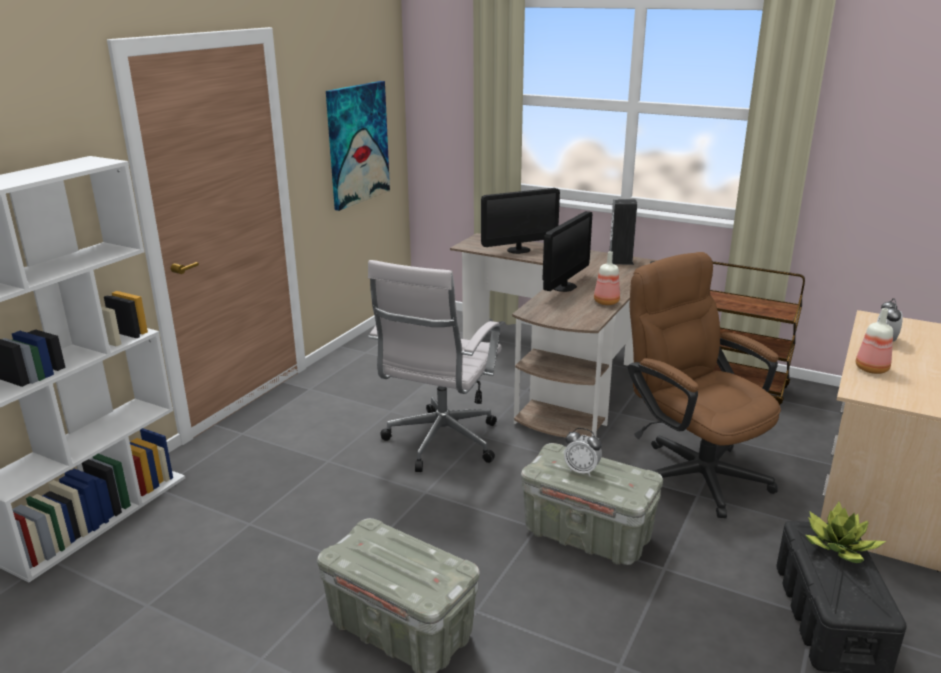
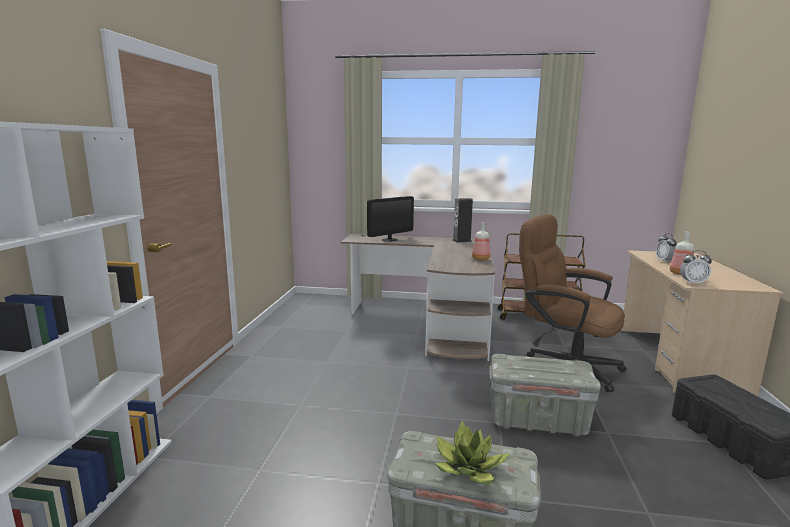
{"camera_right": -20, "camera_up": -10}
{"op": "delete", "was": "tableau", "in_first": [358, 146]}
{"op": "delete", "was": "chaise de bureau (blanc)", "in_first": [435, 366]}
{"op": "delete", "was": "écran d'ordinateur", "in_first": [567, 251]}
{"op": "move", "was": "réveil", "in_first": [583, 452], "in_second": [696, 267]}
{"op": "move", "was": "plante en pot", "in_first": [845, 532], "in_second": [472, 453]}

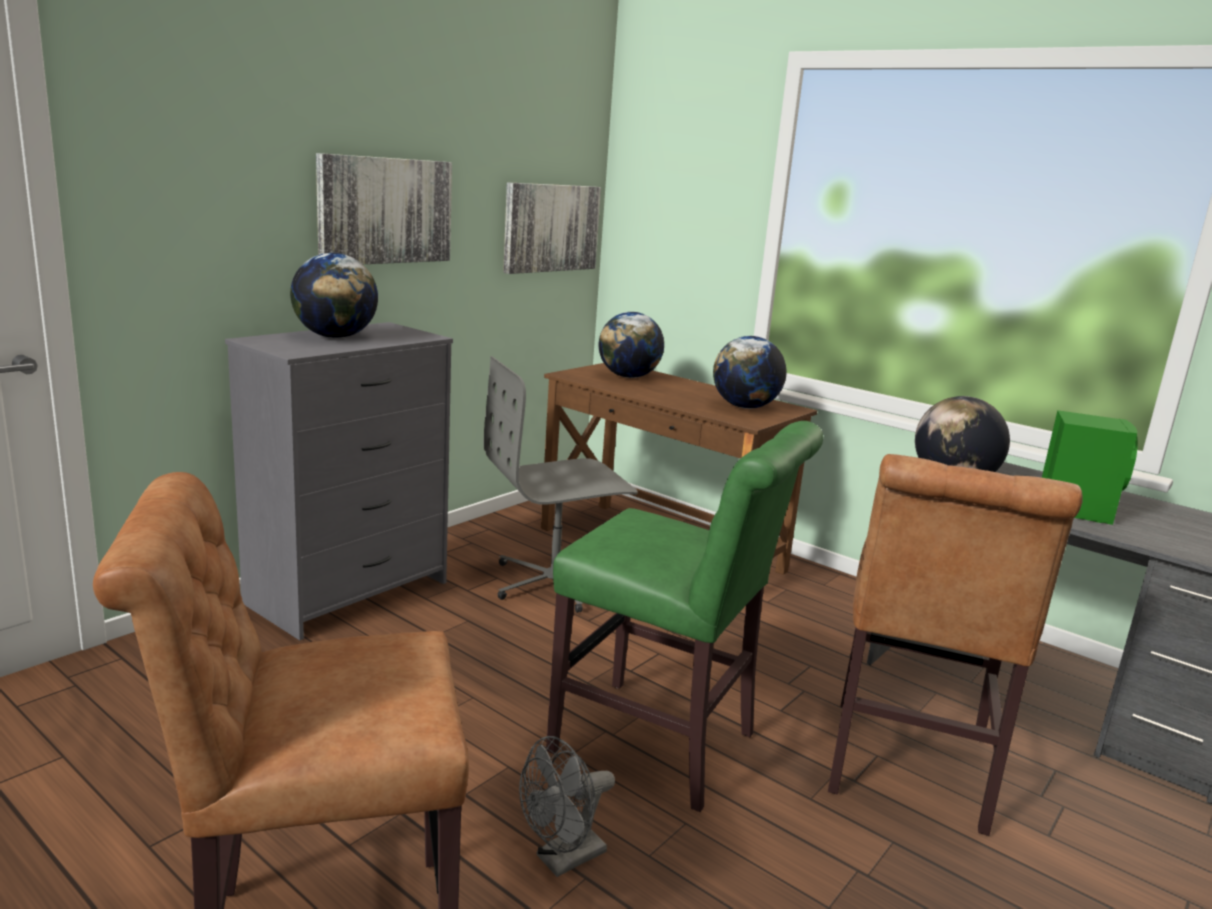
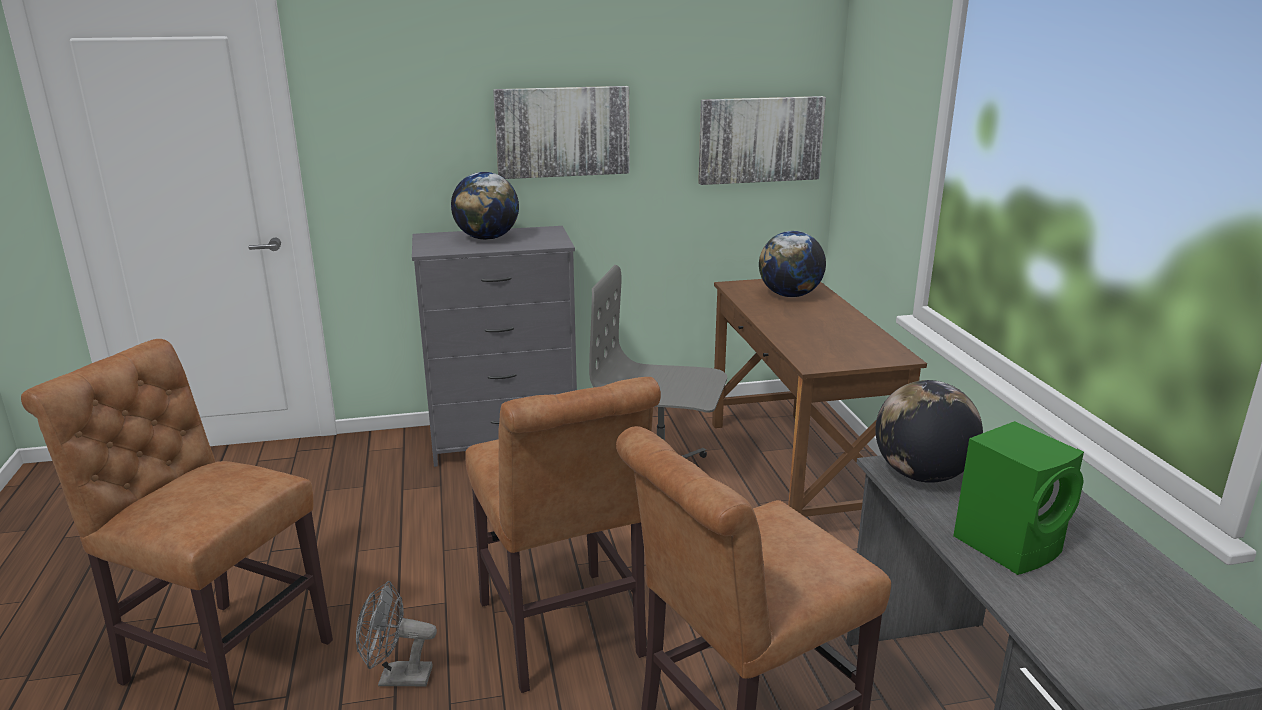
{"camera_right": 40, "camera_up": 5}
{"op": "delete", "was": "globe", "in_first": [750, 372]}
{"op": "recolor", "was": "chaise (vert)", "now": "chaise (marron)", "in_first": [684, 616], "in_second": [563, 535]}

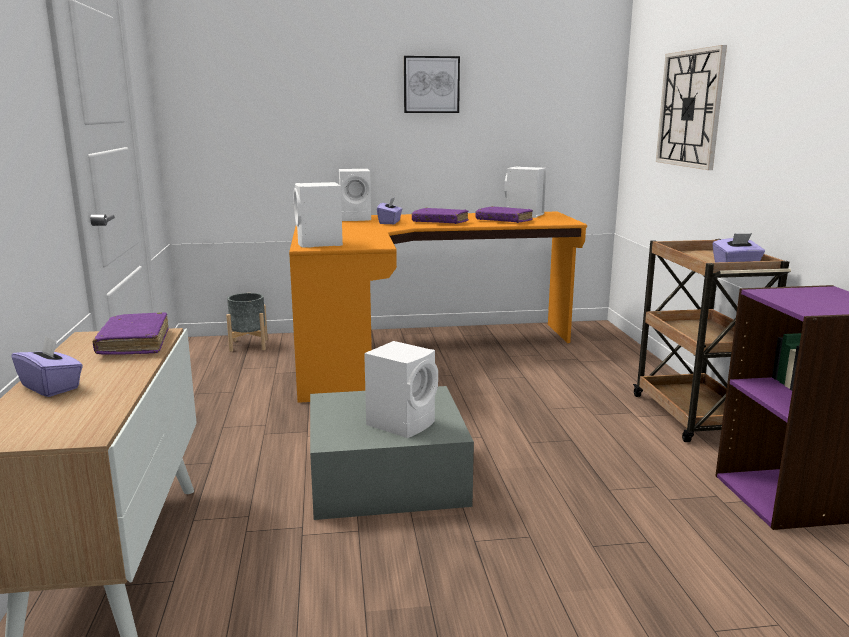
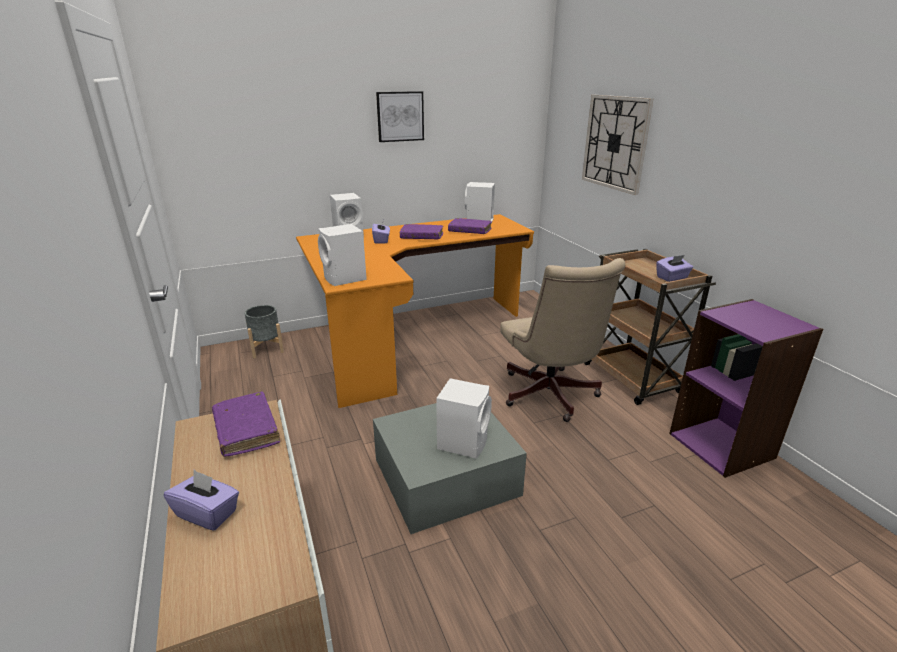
{"camera_right": -15, "camera_up": 10}
{"op": "insert", "now": "chaise de bureau (beige)", "in_second": [562, 340]}

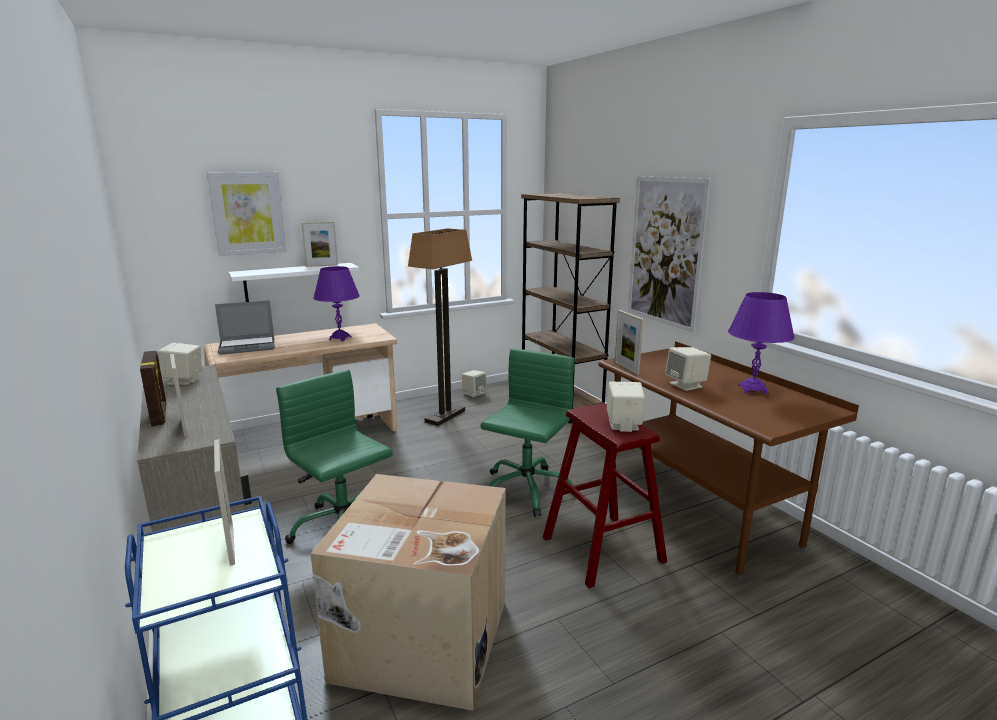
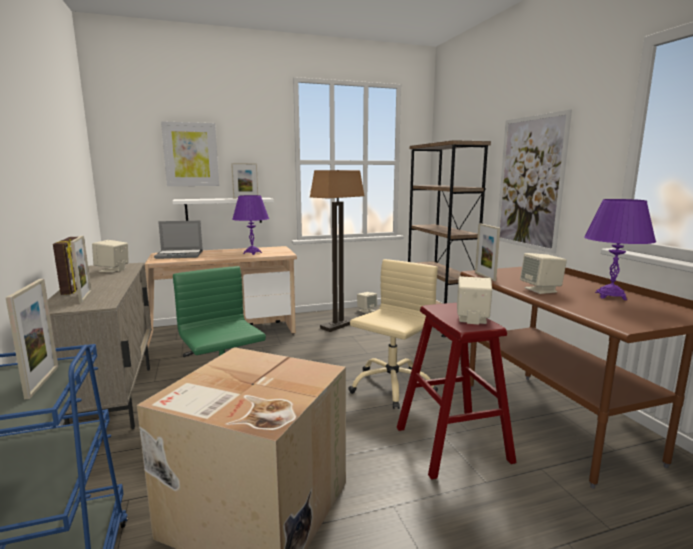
{"camera_right": 10, "camera_up": -5}
{"op": "recolor", "was": "chaise de bureau (vert)", "now": "chaise de bureau (beige)", "in_first": [527, 432], "in_second": [393, 334]}

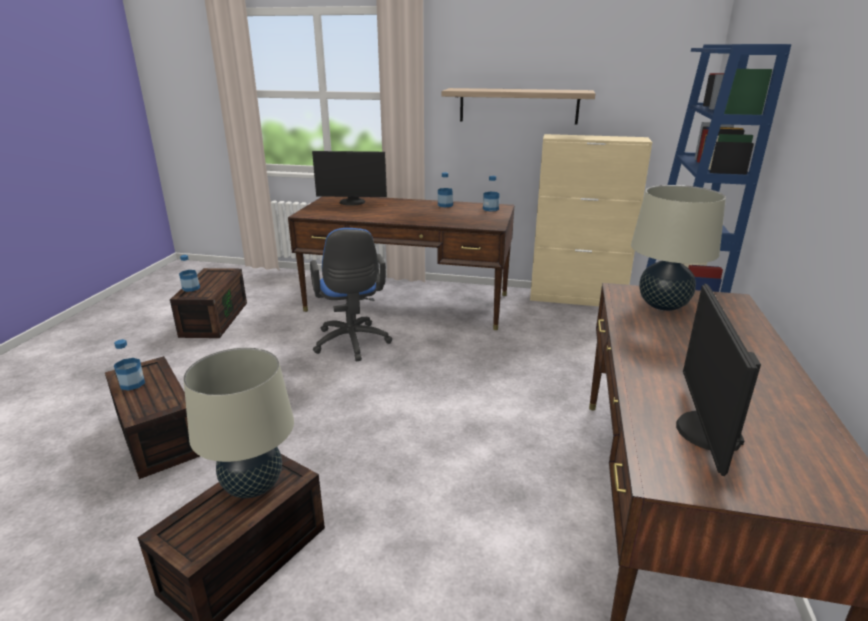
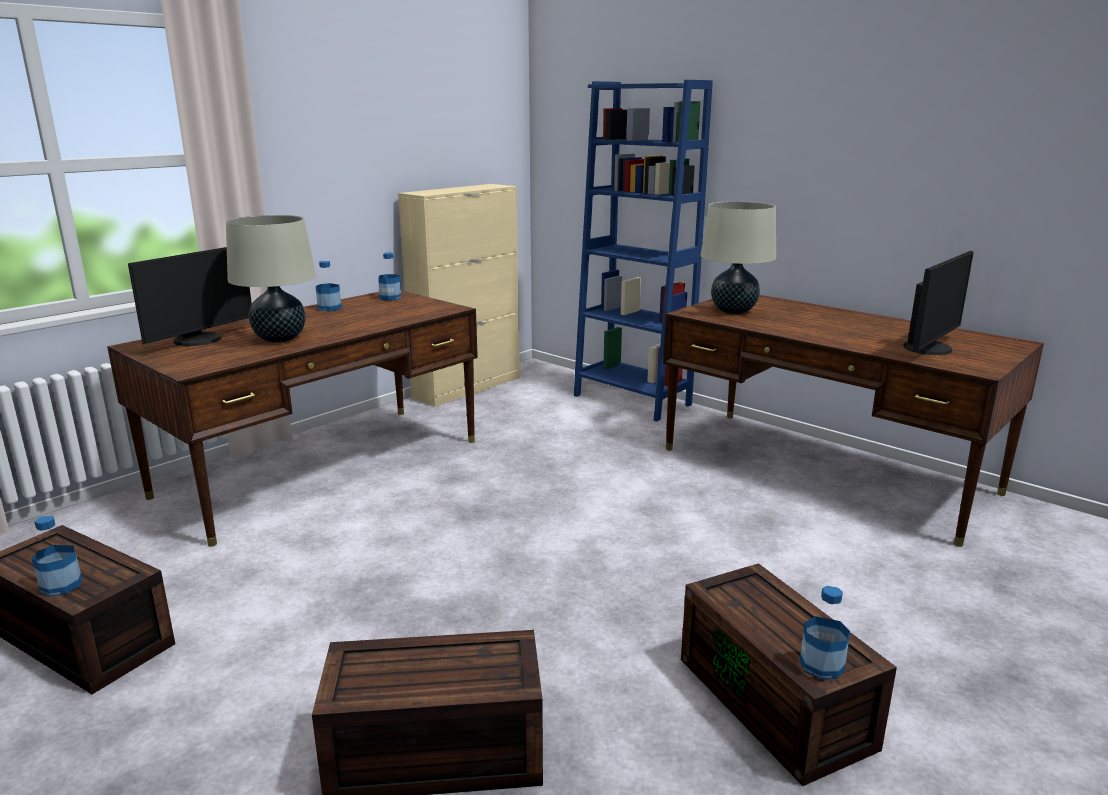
{"camera_right": -60, "camera_up": -5}
{"op": "delete", "was": "chaise de bureau (bleu)", "in_first": [351, 294]}
{"op": "delete", "was": "étagère", "in_first": [518, 106]}
{"op": "move", "was": "bouteille", "in_first": [129, 365], "in_second": [824, 632]}
{"op": "move", "was": "lampe de table (beige)", "in_first": [238, 423], "in_second": [271, 279]}
{"op": "rotate", "was": "écran d'ordinateur", "in_first": [718, 380], "in_second": [938, 303], "clockwise": -90}

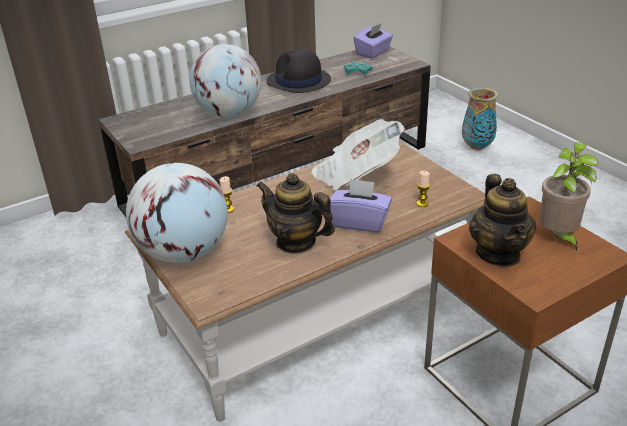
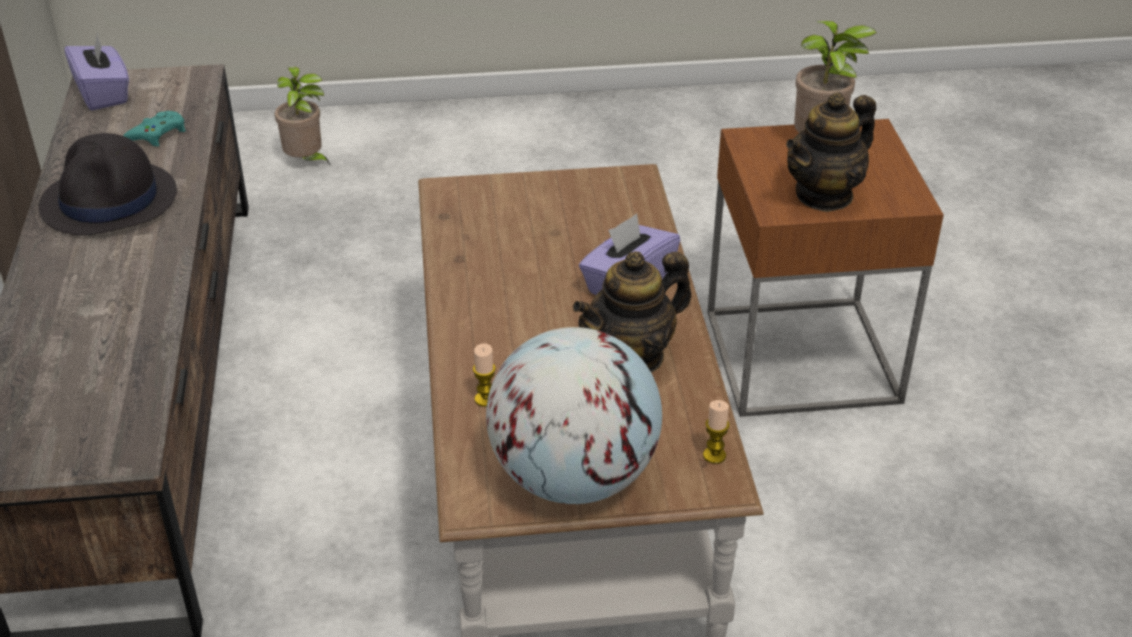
{"camera_right": -65, "camera_up": 5}
{"op": "delete", "was": "globe", "in_first": [225, 80]}
{"op": "delete", "was": "journal", "in_first": [358, 154]}
{"op": "move", "was": "bougie", "in_first": [423, 189], "in_second": [716, 432]}
{"op": "replace", "was": "vase", "now": "plante en pot", "in_first": [480, 118], "in_second": [302, 115]}
{"op": "rotate", "was": "théière", "in_first": [502, 220], "in_second": [831, 152], "clockwise": 120}

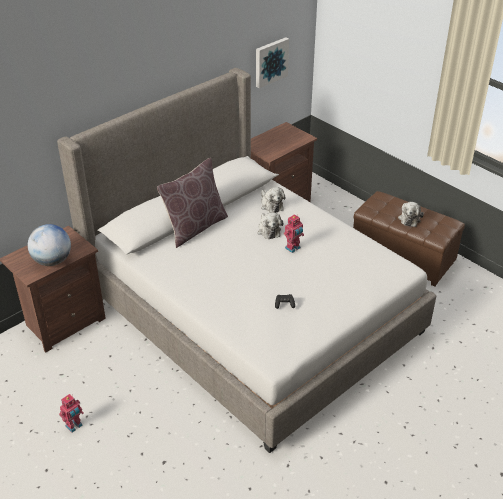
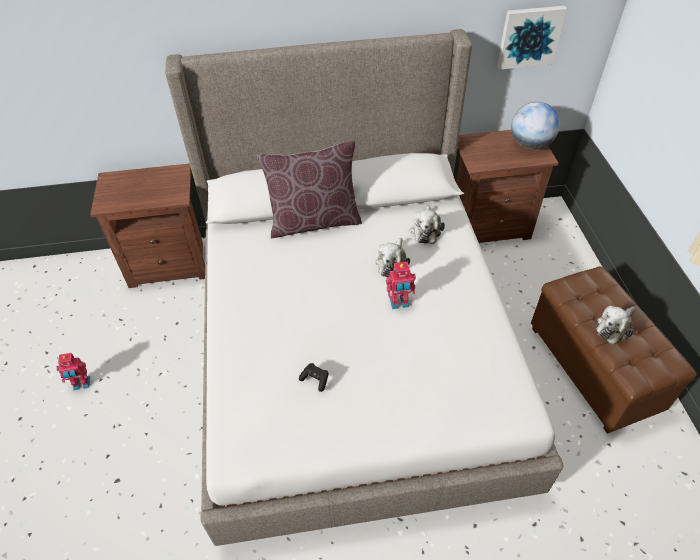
{"camera_right": 35, "camera_up": 10}
{"op": "move", "was": "globe", "in_first": [49, 245], "in_second": [535, 126]}

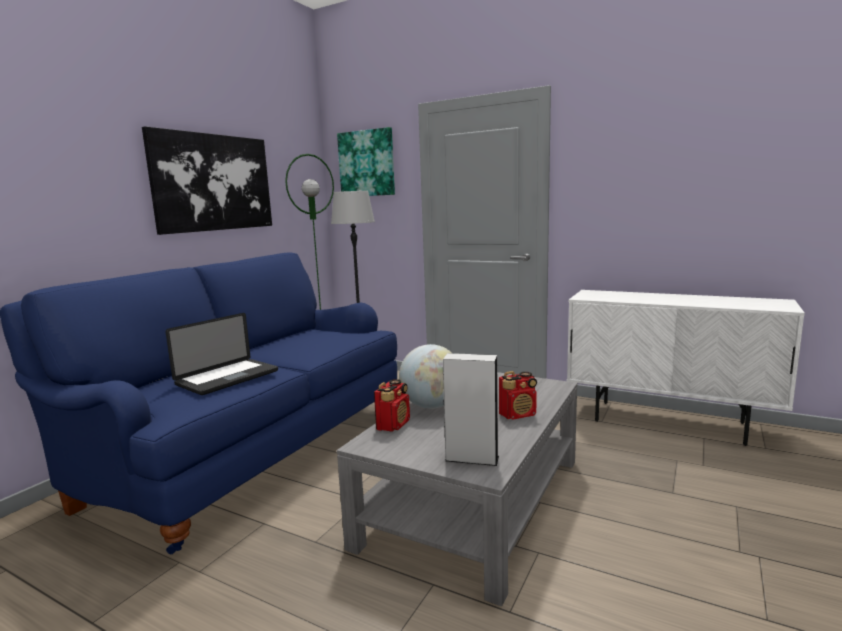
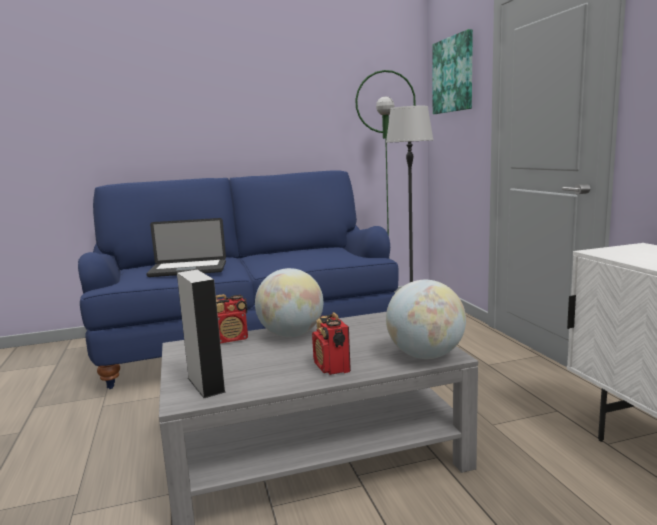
{"camera_right": 45, "camera_up": 0}
{"op": "delete", "was": "tableau", "in_first": [207, 180]}
{"op": "insert", "now": "globe", "in_second": [426, 319]}
{"op": "rotate", "was": "radio", "in_first": [518, 395], "in_second": [331, 343], "clockwise": 45}

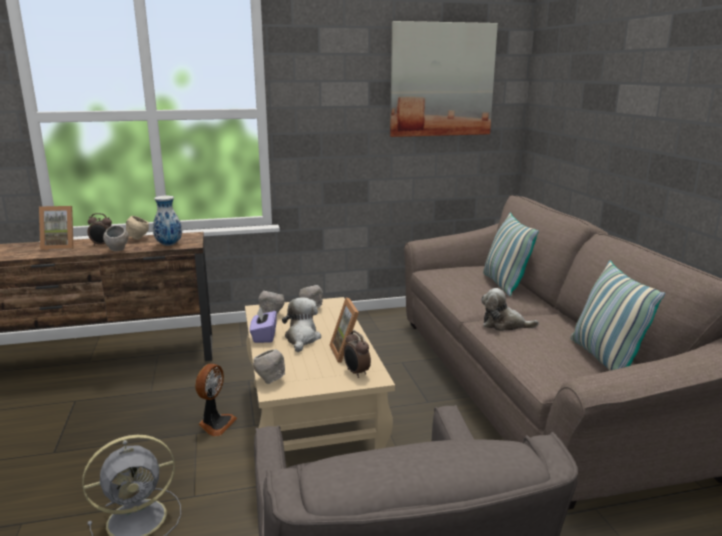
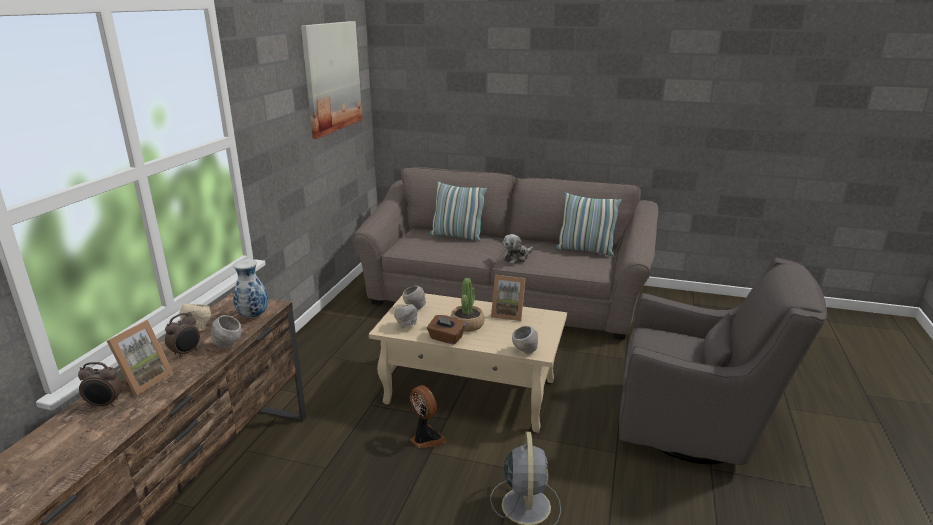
{"camera_right": -60, "camera_up": 5}
{"op": "move", "was": "réveil", "in_first": [357, 354], "in_second": [100, 385]}
{"op": "replace", "was": "peluche", "now": "plante en pot", "in_first": [301, 324], "in_second": [467, 305]}
{"op": "recolor", "was": "boîte à mouchoirs (violet)", "now": "boîte à mouchoirs (marron)", "in_first": [263, 325], "in_second": [446, 330]}

